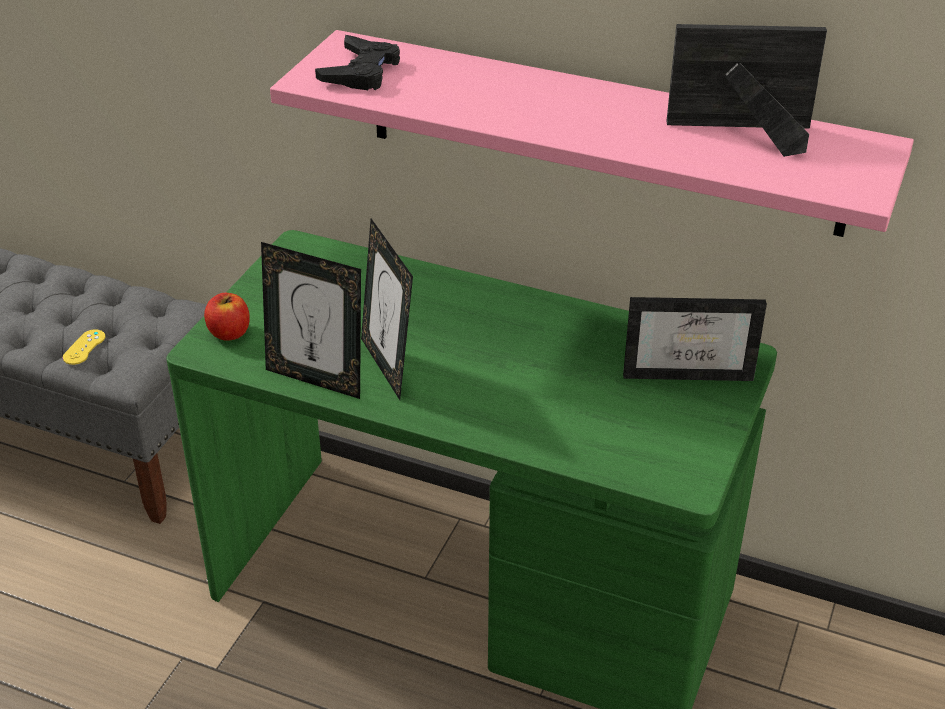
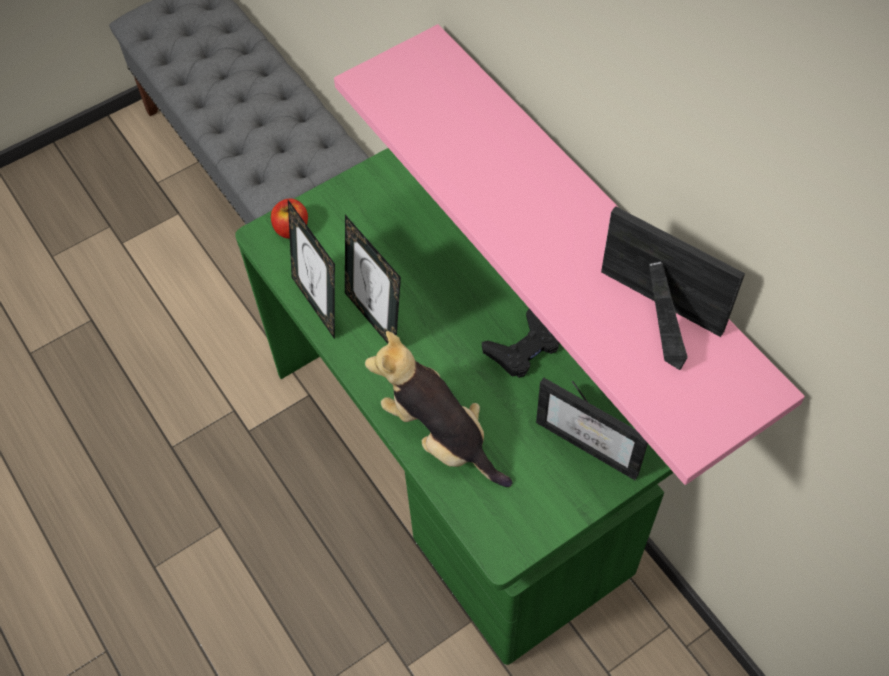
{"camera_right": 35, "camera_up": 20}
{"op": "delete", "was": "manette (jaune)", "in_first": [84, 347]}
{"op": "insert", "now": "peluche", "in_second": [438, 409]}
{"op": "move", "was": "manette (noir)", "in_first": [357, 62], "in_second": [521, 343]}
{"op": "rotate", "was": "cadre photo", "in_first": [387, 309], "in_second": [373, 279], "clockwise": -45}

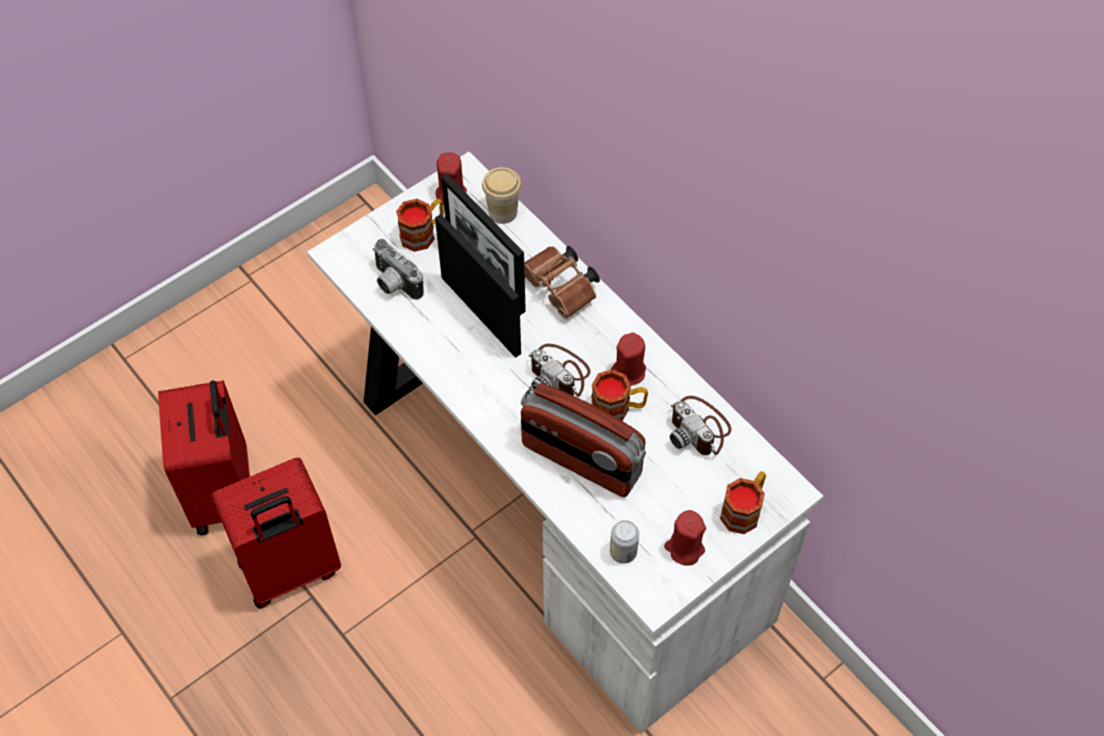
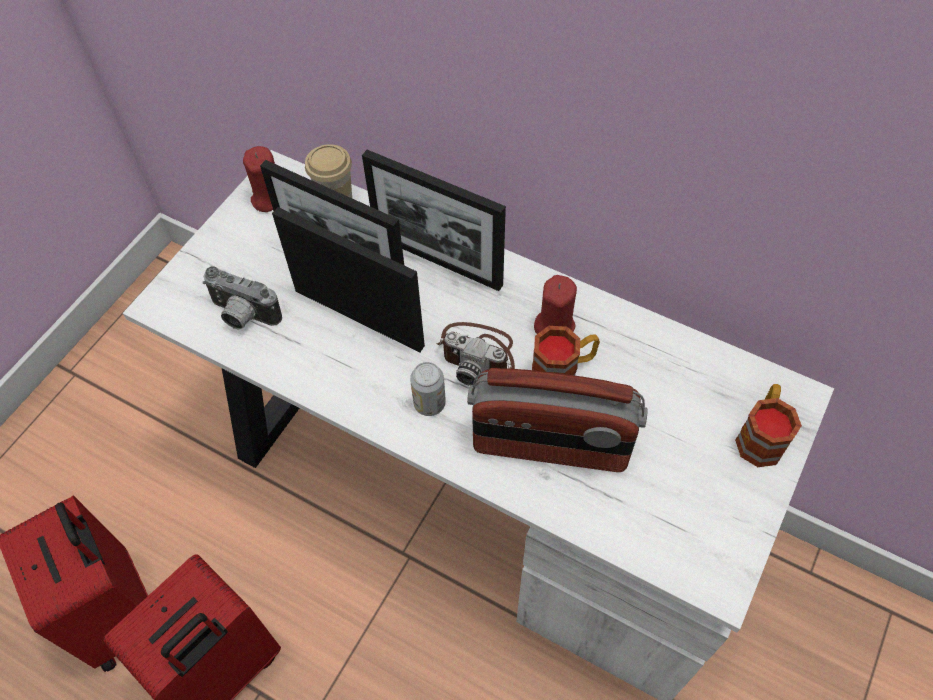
{"camera_right": -20, "camera_up": 0}
{"op": "delete", "was": "mug", "in_first": [420, 225]}
{"op": "delete", "was": "bougie (rouge)", "in_first": [685, 538]}
{"op": "delete", "was": "appareil photo", "in_first": [700, 425]}
{"op": "move", "was": "boîte métallique", "in_first": [624, 542], "in_second": [428, 389]}
{"op": "replace", "was": "jumelles (marron)", "now": "cadre photo", "in_first": [562, 282], "in_second": [434, 220]}

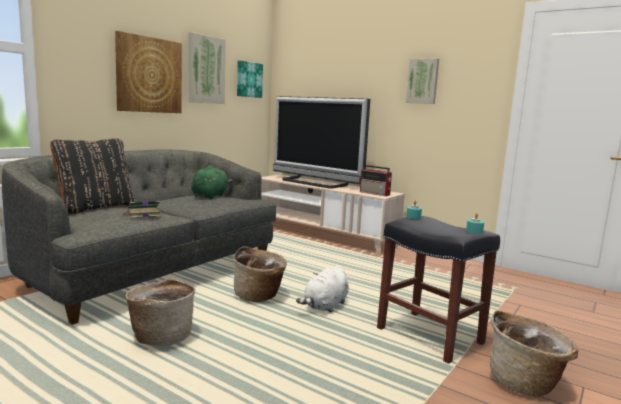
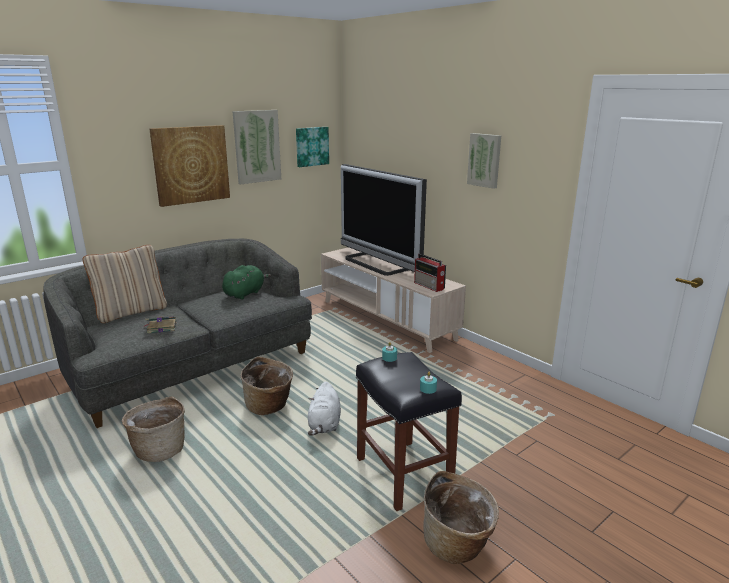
{"camera_right": 15, "camera_up": 10}
{"op": "recolor", "was": "coussin (noir)", "now": "coussin (beige)", "in_first": [93, 176], "in_second": [124, 284]}
{"op": "rotate", "was": "peluche (blanc)", "in_first": [322, 289], "in_second": [324, 408], "clockwise": -45}

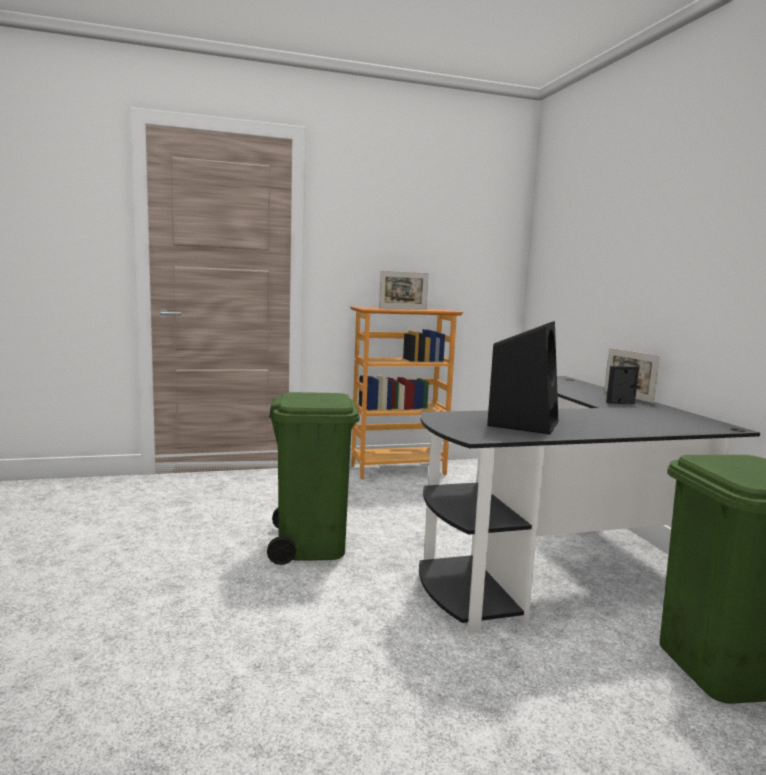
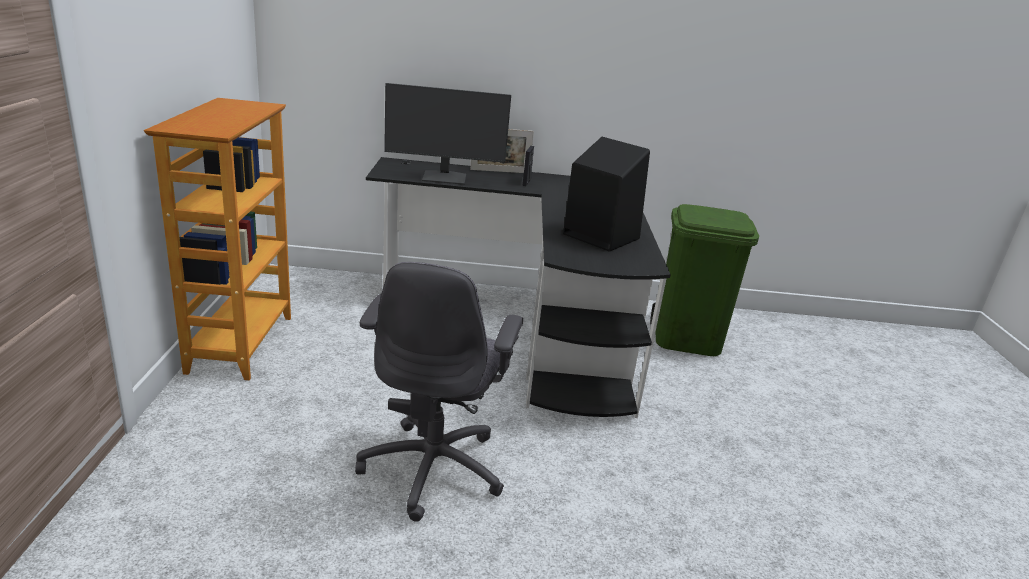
{"camera_right": -75, "camera_up": 15}
{"op": "delete", "was": "cadre photo", "in_first": [403, 290]}
{"op": "insert", "now": "écran d'ordinateur", "in_second": [447, 134]}
{"op": "replace", "was": "poubelle (vert)", "now": "chaise de bureau (gris)", "in_first": [313, 478], "in_second": [439, 392]}

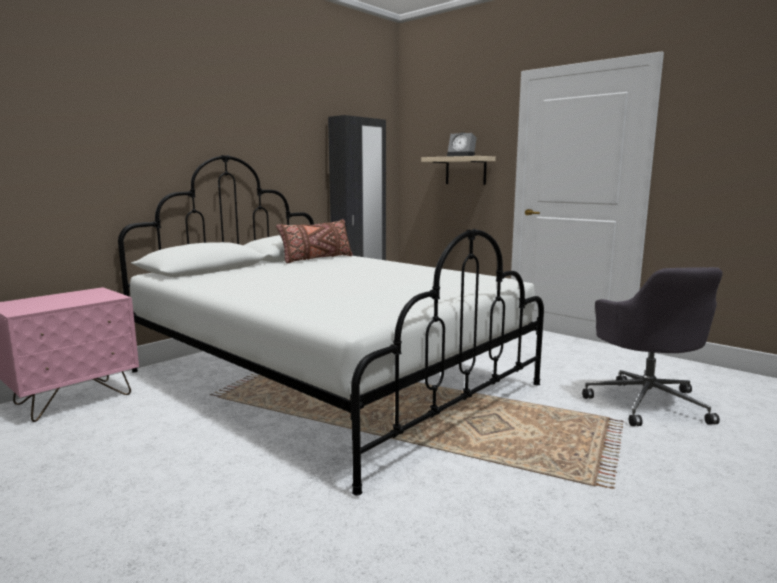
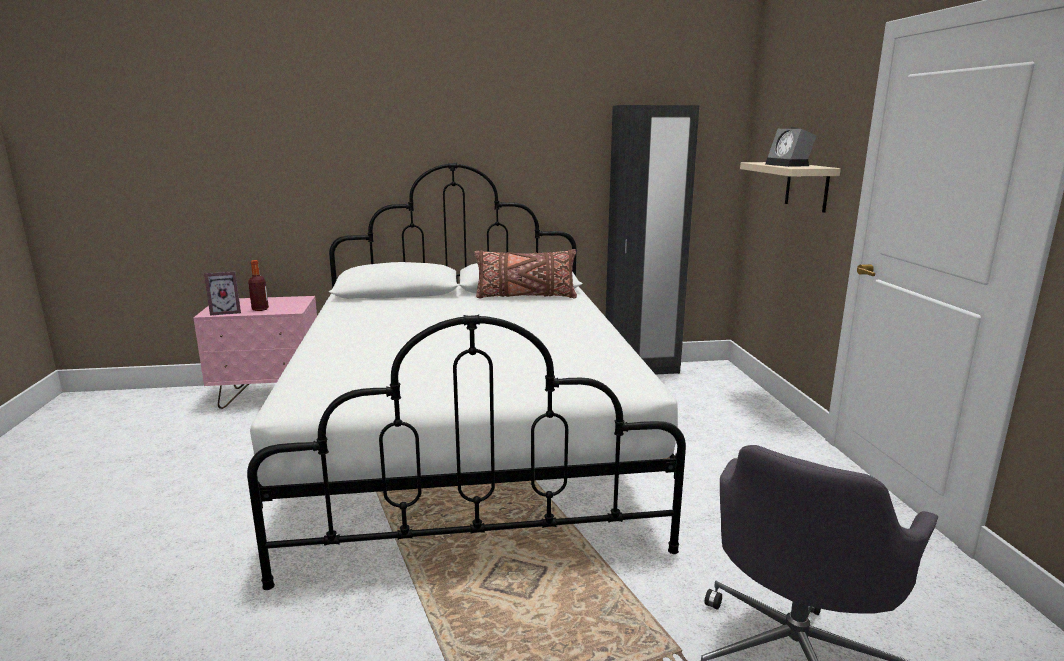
{"camera_right": 40, "camera_up": 5}
{"op": "insert", "now": "cadre photo", "in_second": [222, 293]}
{"op": "insert", "now": "bouteille", "in_second": [258, 285]}

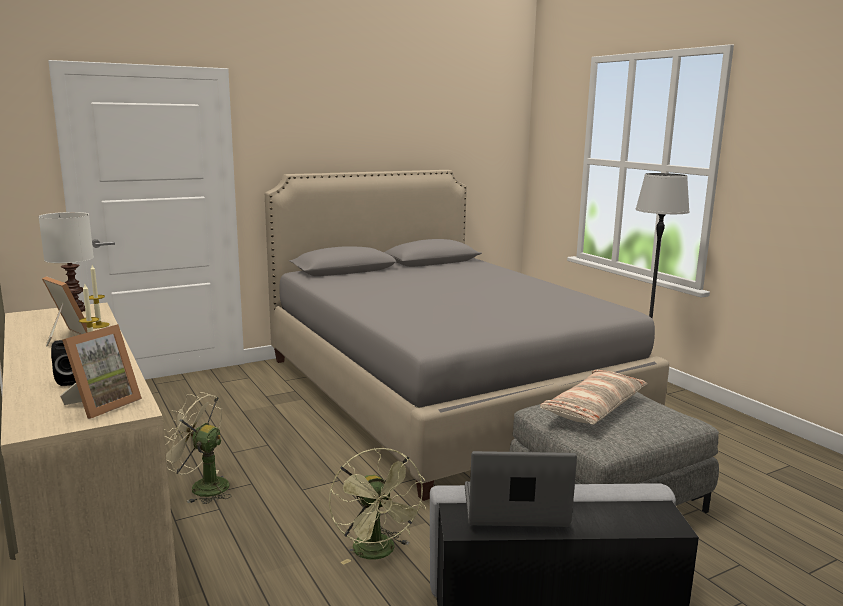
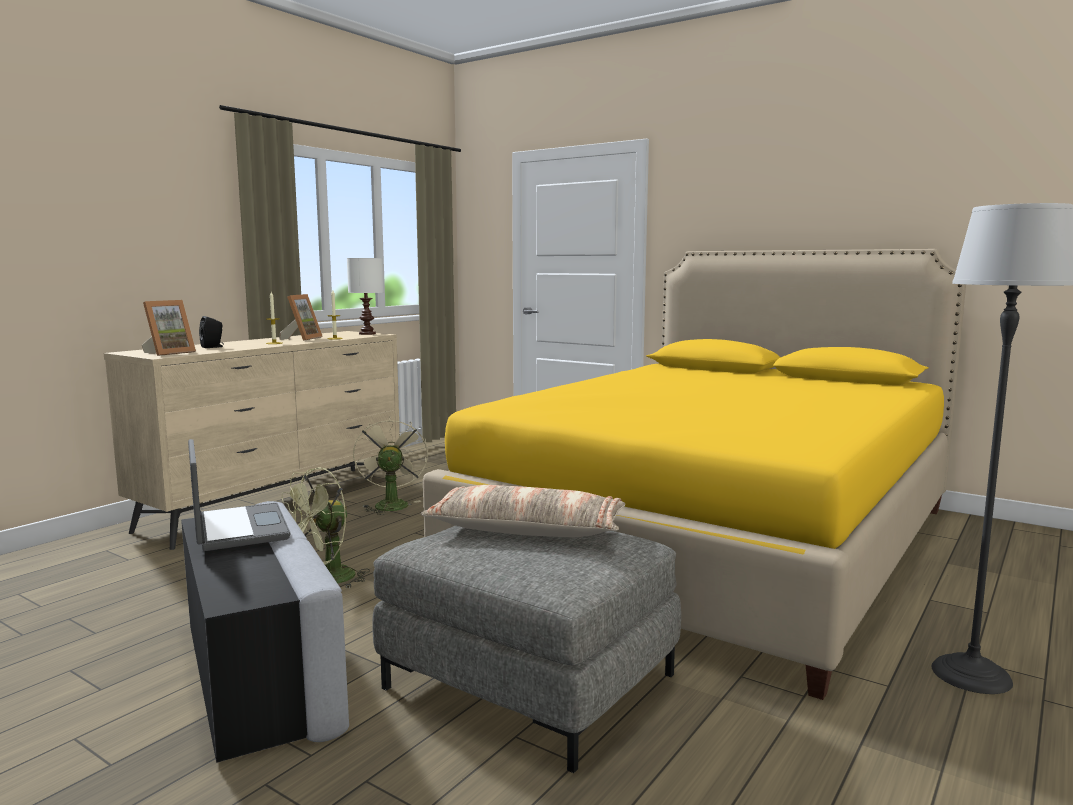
{"camera_right": 65, "camera_up": -5}
{"op": "recolor", "was": "lit (gris)", "now": "lit (jaune)", "in_first": [467, 335], "in_second": [694, 474]}
{"op": "rotate", "was": "cadre photo", "in_first": [101, 371], "in_second": [169, 328], "clockwise": -60}

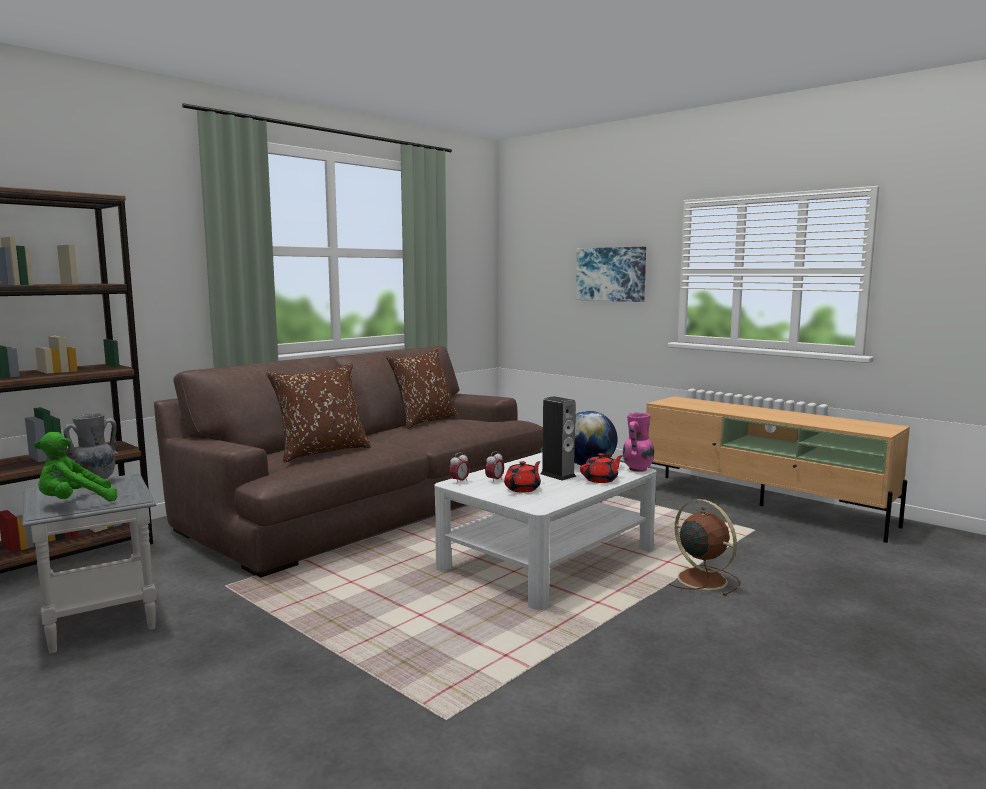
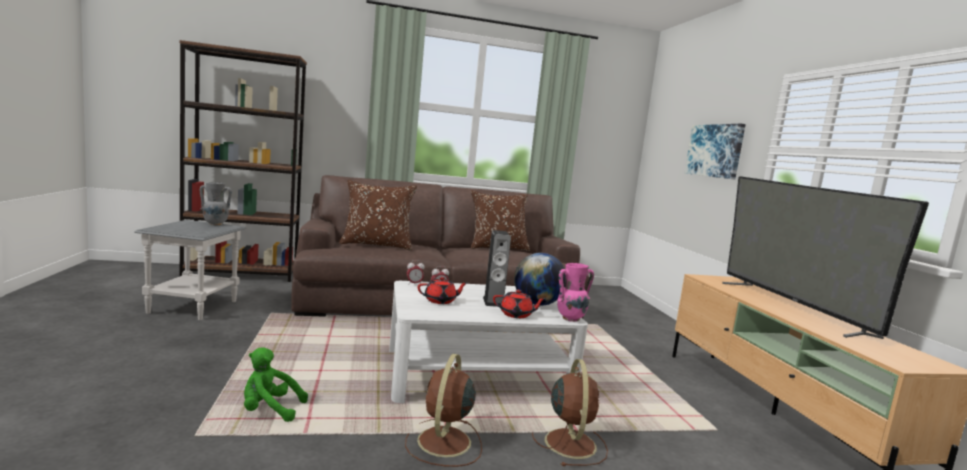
{"camera_right": 35, "camera_up": 0}
{"op": "insert", "now": "ventilateur (marron)", "in_second": [443, 410]}
{"op": "insert", "now": "téléviseur", "in_second": [825, 257]}
{"op": "move", "was": "peluche (vert)", "in_first": [75, 466], "in_second": [276, 385]}

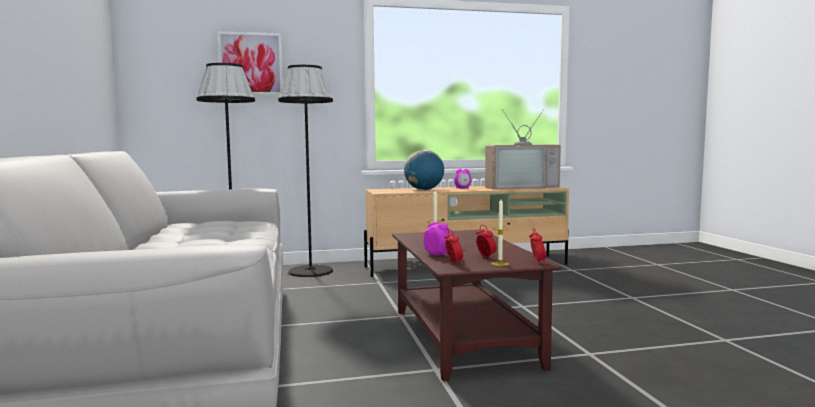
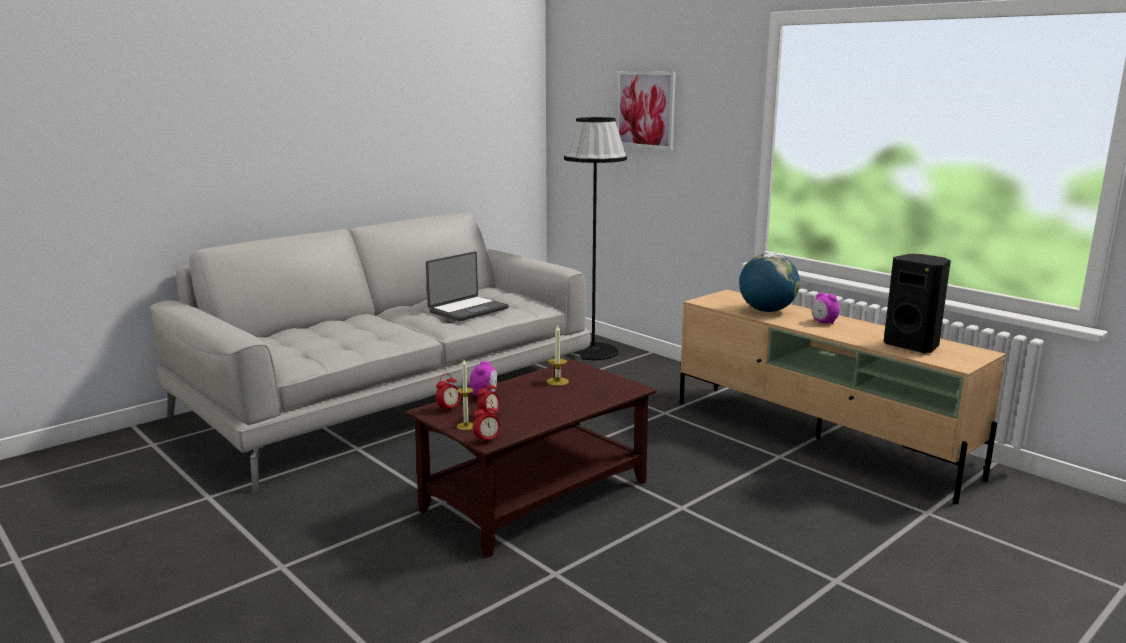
{"camera_right": 60, "camera_up": 10}
{"op": "delete", "was": "lampadaire (noir)", "in_first": [305, 171]}
{"op": "insert", "now": "ordinateur portable", "in_second": [467, 286]}
{"op": "replace", "was": "téléviseur", "now": "enceinte (noir)", "in_first": [523, 149], "in_second": [917, 303]}

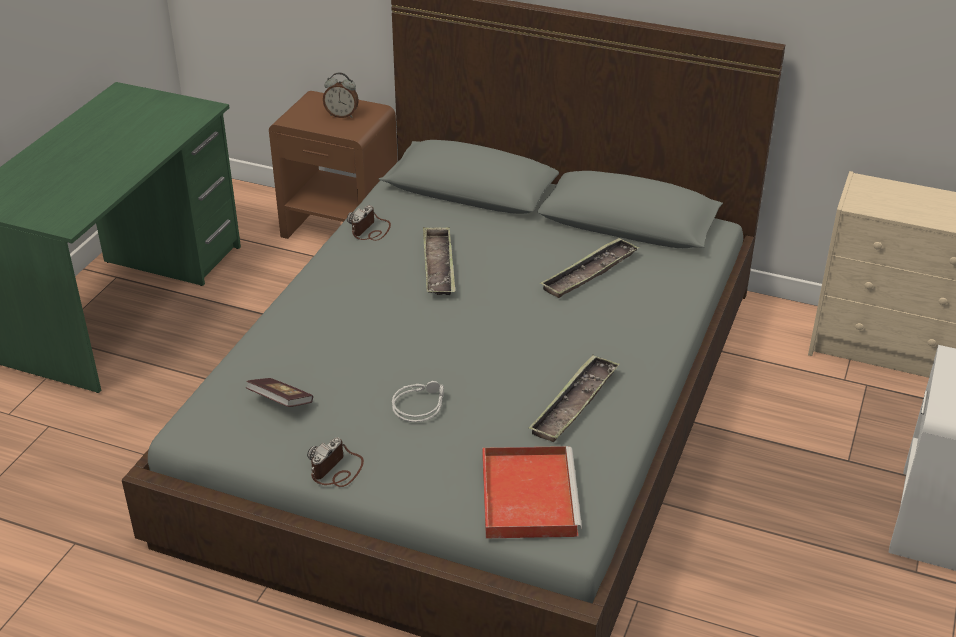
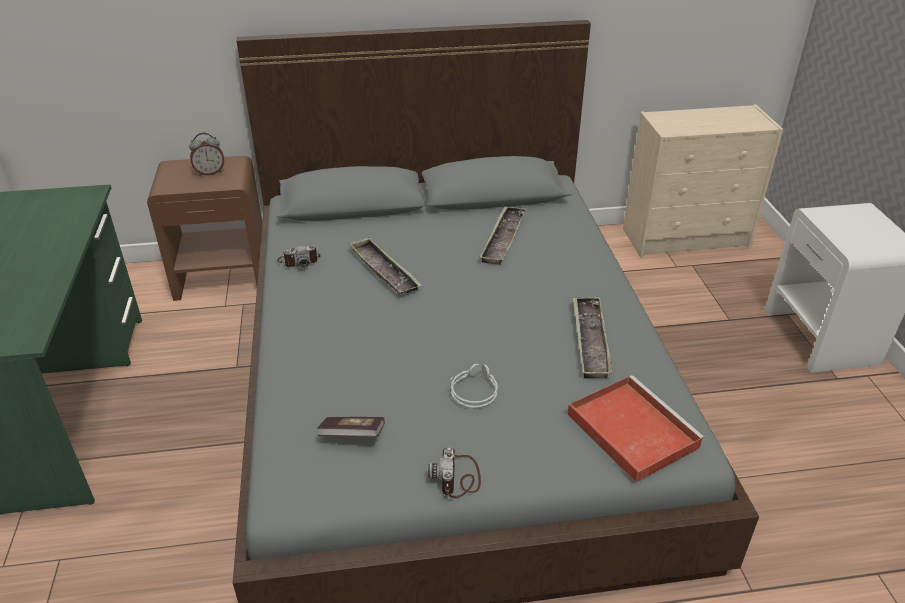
{"camera_right": -30, "camera_up": 0}
{"op": "rotate", "was": "appareil photo", "in_first": [369, 223], "in_second": [298, 256], "clockwise": -105}

